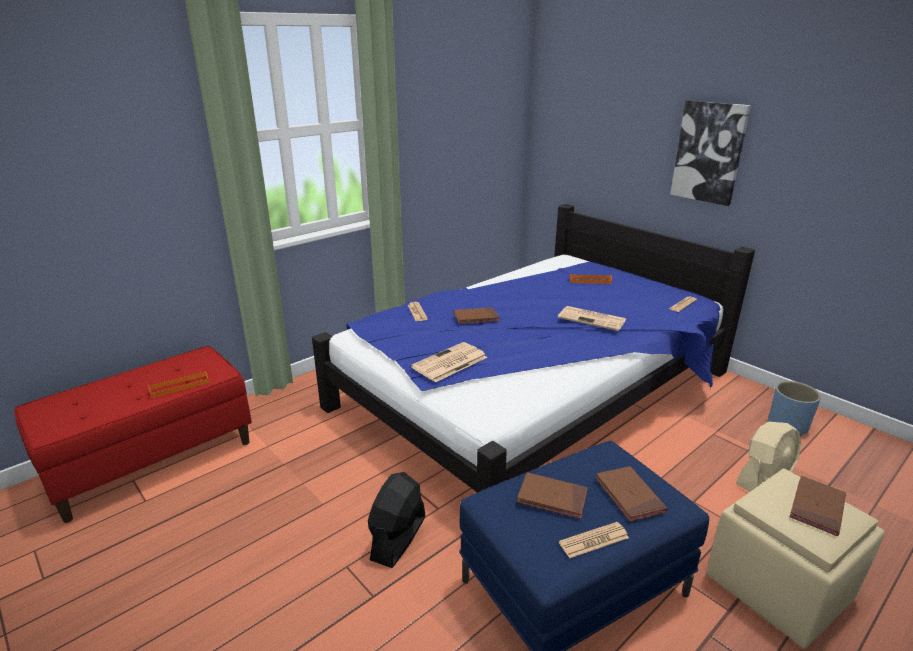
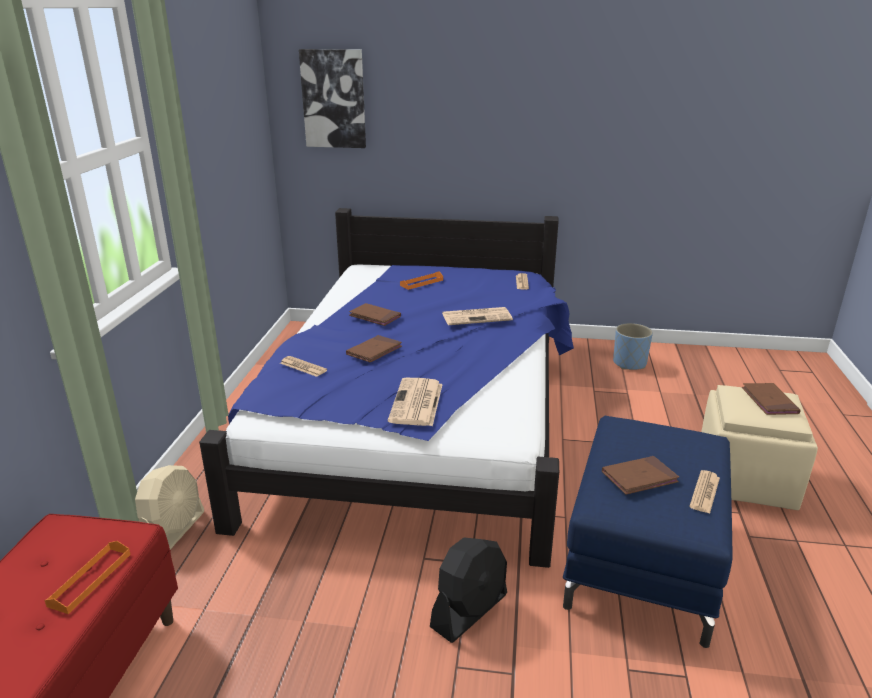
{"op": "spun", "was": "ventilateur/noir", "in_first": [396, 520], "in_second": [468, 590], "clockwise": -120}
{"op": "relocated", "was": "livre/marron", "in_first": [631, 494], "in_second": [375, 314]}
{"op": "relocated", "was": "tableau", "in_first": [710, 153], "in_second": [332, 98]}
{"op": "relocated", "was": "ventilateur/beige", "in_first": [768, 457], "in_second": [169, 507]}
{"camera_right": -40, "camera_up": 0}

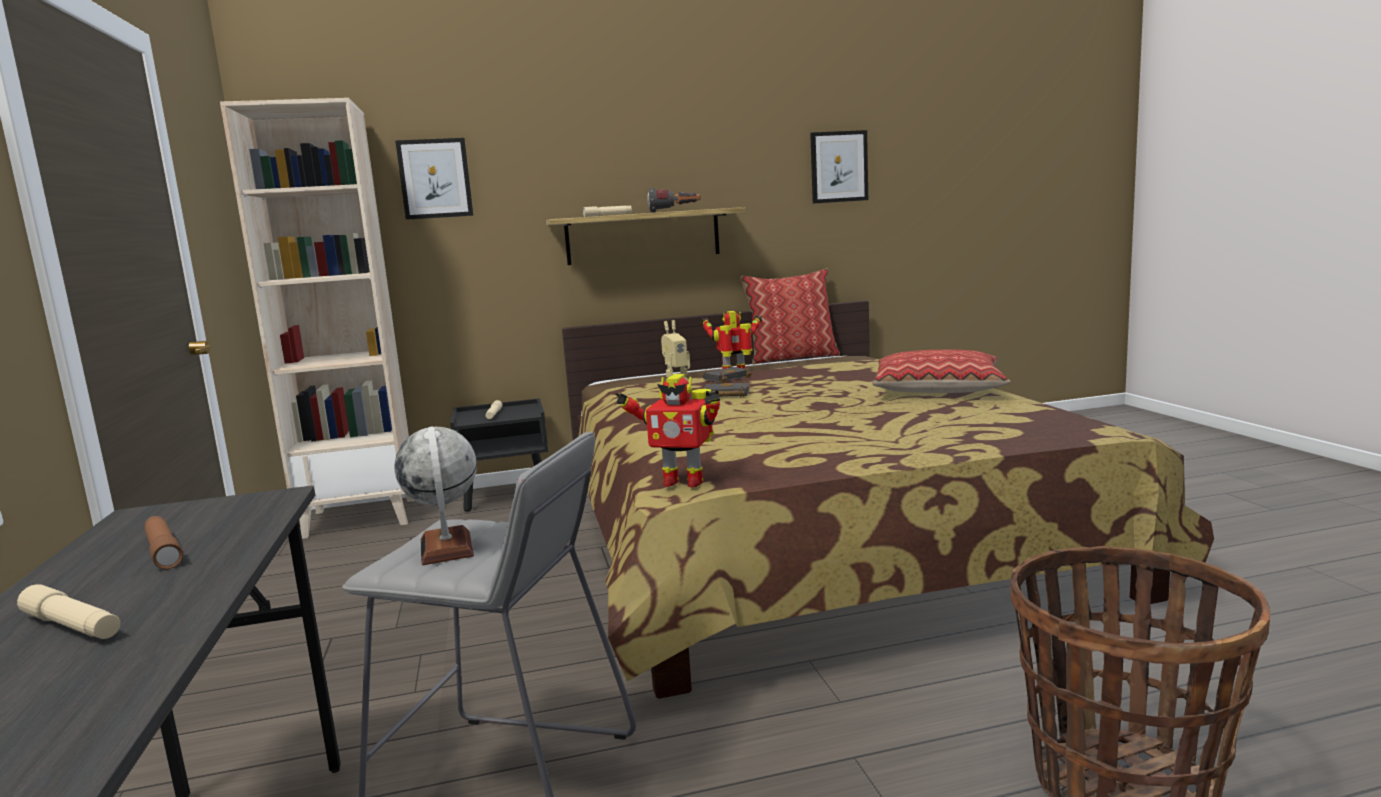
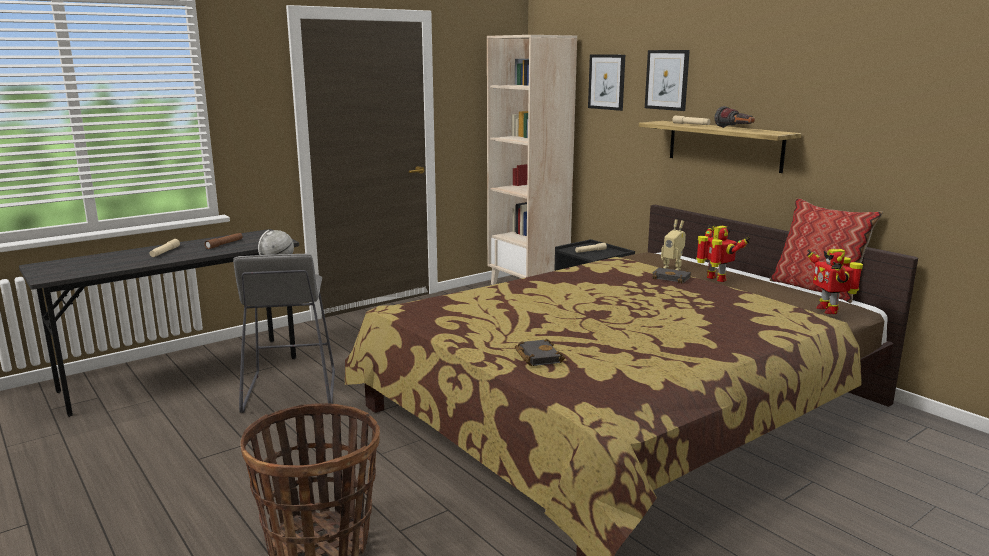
{"op": "relocated", "was": "robot jouet", "in_first": [667, 431], "in_second": [834, 281]}
{"op": "relocated", "was": "livre/noir", "in_first": [727, 388], "in_second": [540, 352]}
{"op": "relocated", "was": "tableau", "in_first": [839, 167], "in_second": [667, 80]}
{"op": "missing", "was": "coussin", "in_first": [941, 371]}
{"camera_right": 65, "camera_up": 5}

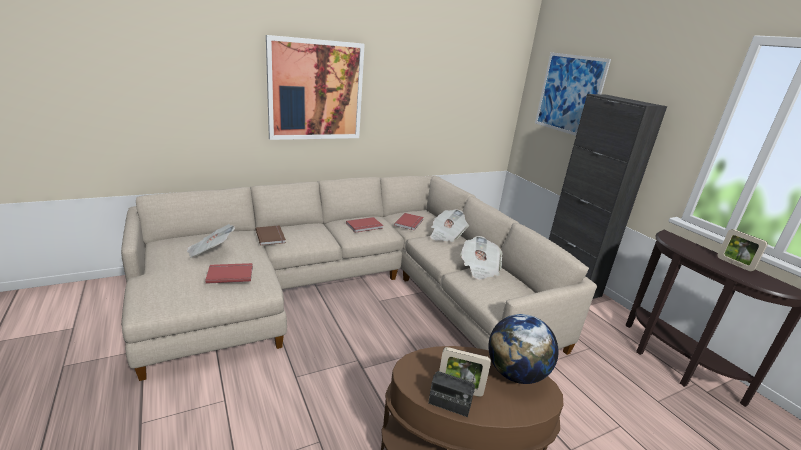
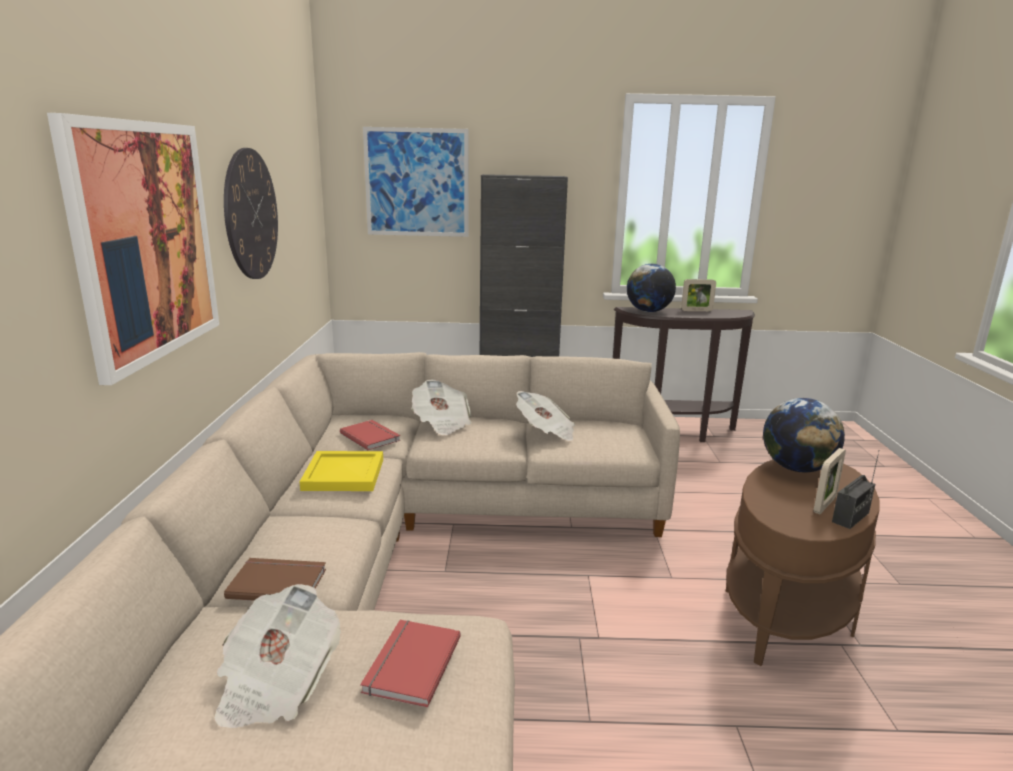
{"op": "exchanged", "was": "livre/rouge", "now": "plateau/jaune", "in_first": [364, 225], "in_second": [341, 471]}
{"op": "appeared", "now": "horloge murale", "in_second": [251, 213]}
{"op": "appeared", "now": "globe", "in_second": [651, 288]}
{"camera_right": -60, "camera_up": -5}

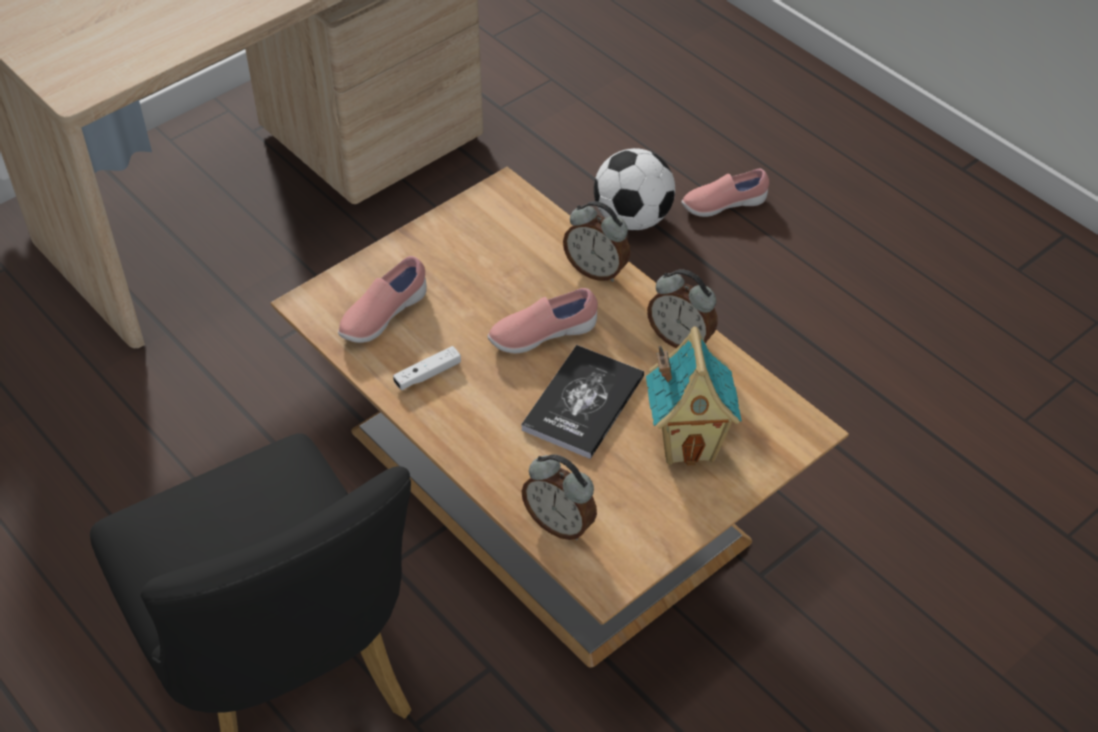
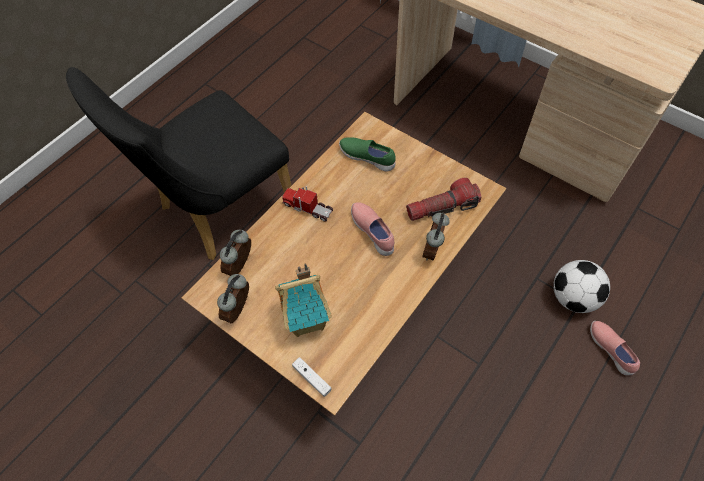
{"op": "colour", "was": "chaussure/rose", "now": "chaussure/vert", "in_first": [382, 299], "in_second": [367, 154]}
{"op": "relocated", "was": "manette/blanc", "in_first": [427, 368], "in_second": [311, 377]}
{"op": "missing", "was": "livre", "in_first": [582, 402]}
{"op": "relocated", "was": "réveil", "in_first": [682, 308], "in_second": [233, 298]}
{"op": "appeared", "now": "camion jouet", "in_second": [307, 203]}
{"op": "appeared", "now": "lampe de poche", "in_second": [443, 199]}
{"camera_right": 80, "camera_up": 10}

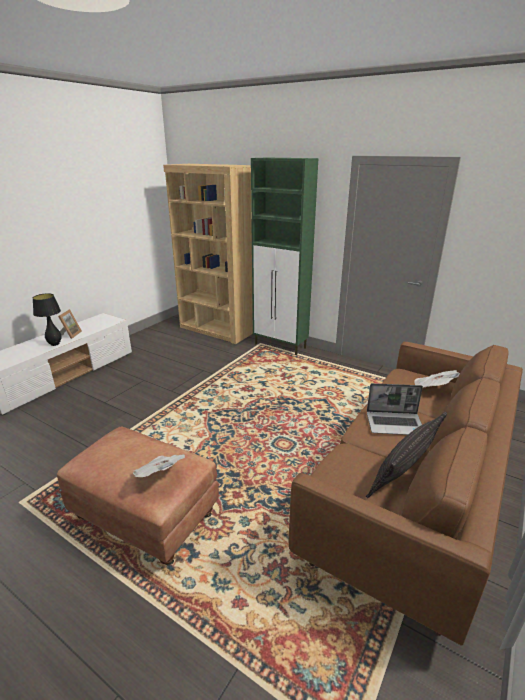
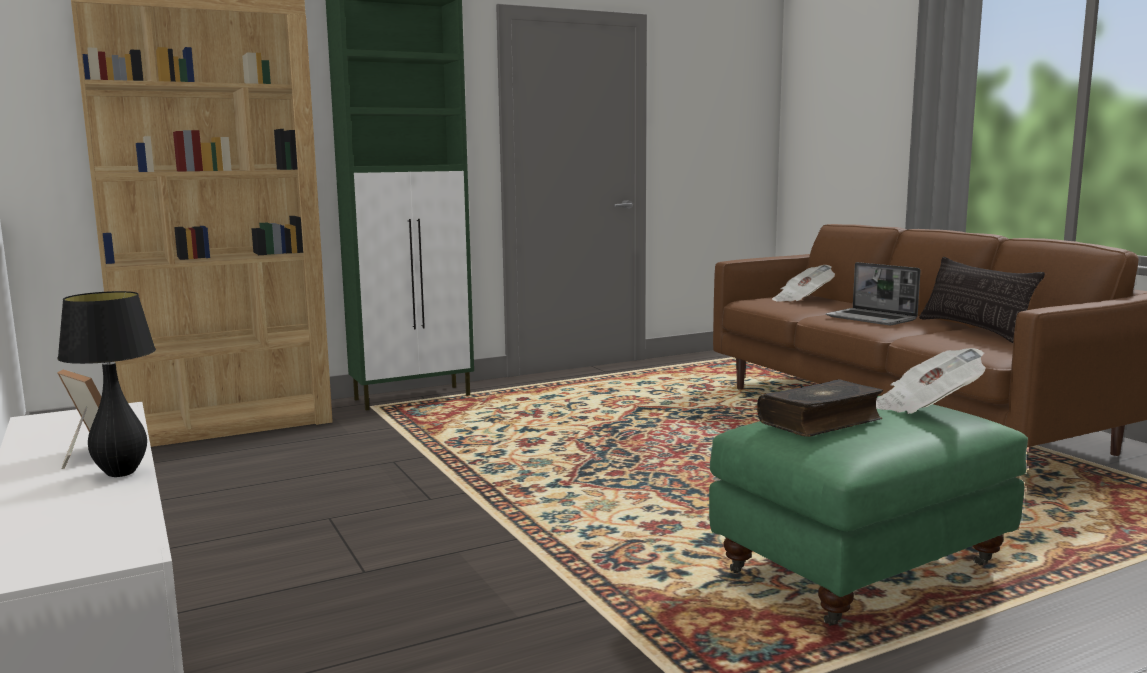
{"op": "colour", "was": "pouf/marron", "now": "pouf/vert", "in_first": [138, 496], "in_second": [868, 511]}
{"op": "spun", "was": "ordinateur portable", "in_first": [395, 409], "in_second": [873, 293], "clockwise": 105}
{"op": "appeared", "now": "livre", "in_second": [820, 408]}
{"camera_right": -60, "camera_up": -15}

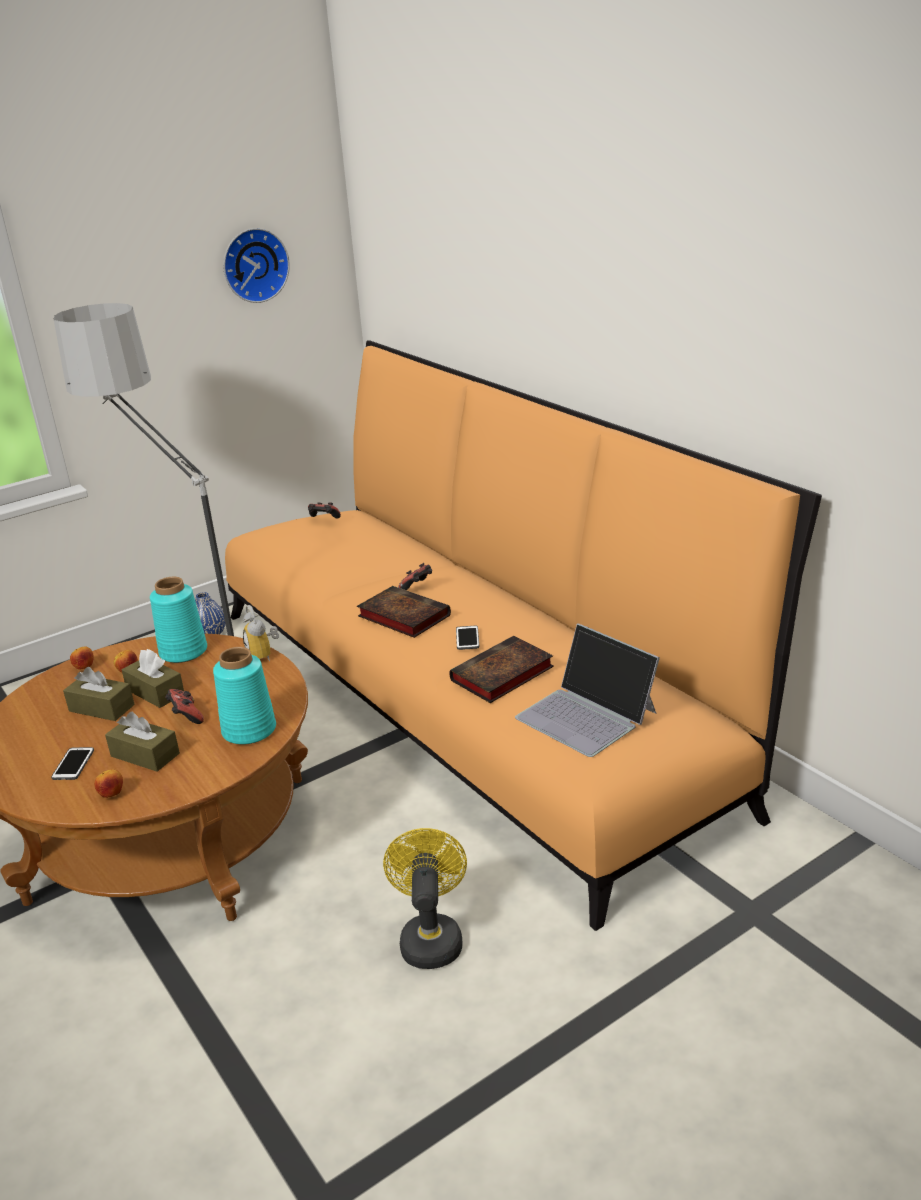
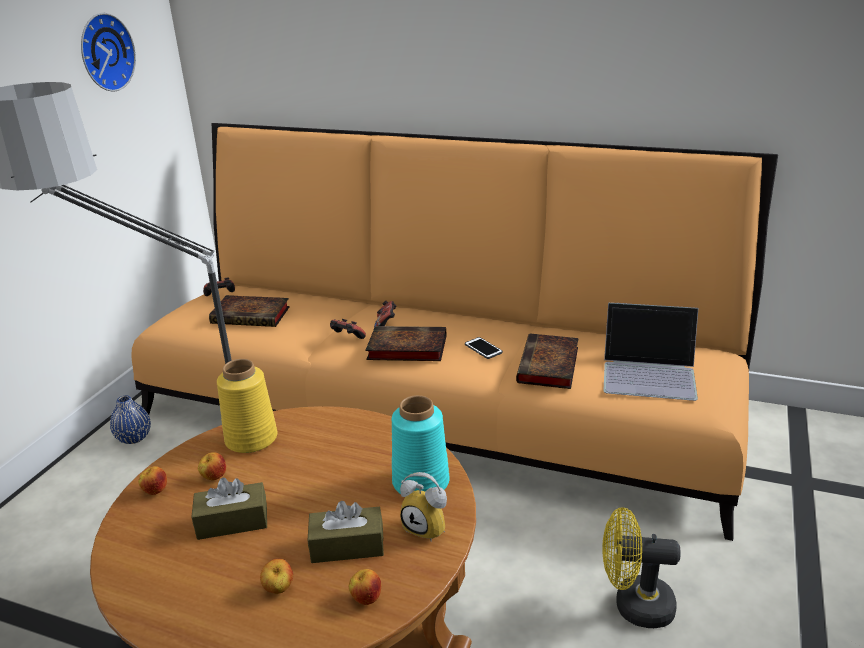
{"op": "exchanged", "was": "téléphone", "now": "pomme", "in_first": [72, 763], "in_second": [276, 576]}
{"op": "missing", "was": "boîte à mouchoirs/marron", "in_first": [153, 678]}
{"op": "colour", "was": "vase/turquoise", "now": "vase/jaune", "in_first": [178, 620], "in_second": [247, 406]}
{"op": "relocated", "was": "manette", "in_first": [184, 706], "in_second": [348, 329]}
{"op": "relocated", "was": "réveil", "in_first": [261, 633], "in_second": [423, 507]}
{"op": "spun", "was": "ventilateur/jaune", "in_first": [425, 898], "in_second": [641, 567], "clockwise": -45}
{"op": "appeared", "now": "livre", "in_second": [249, 311]}
{"camera_right": -35, "camera_up": 0}

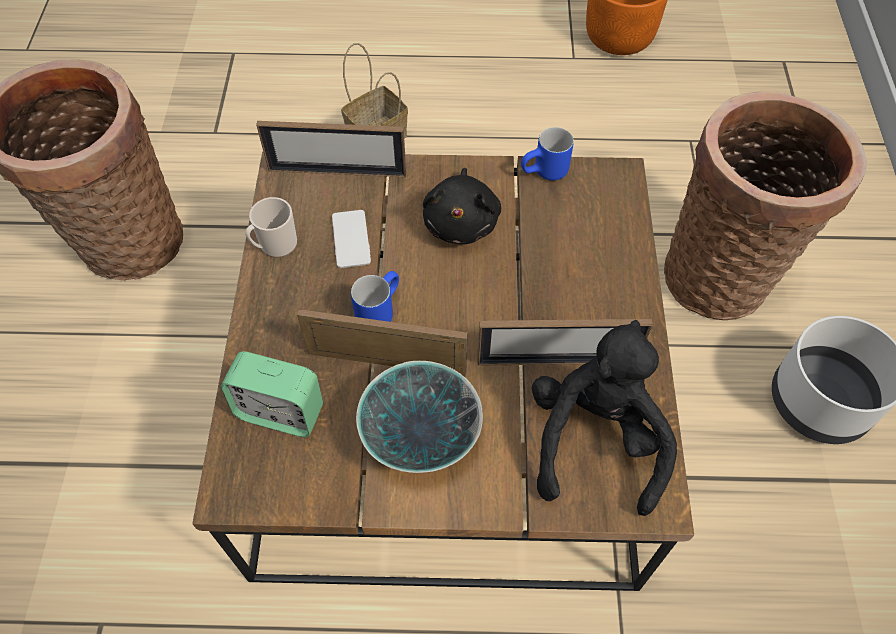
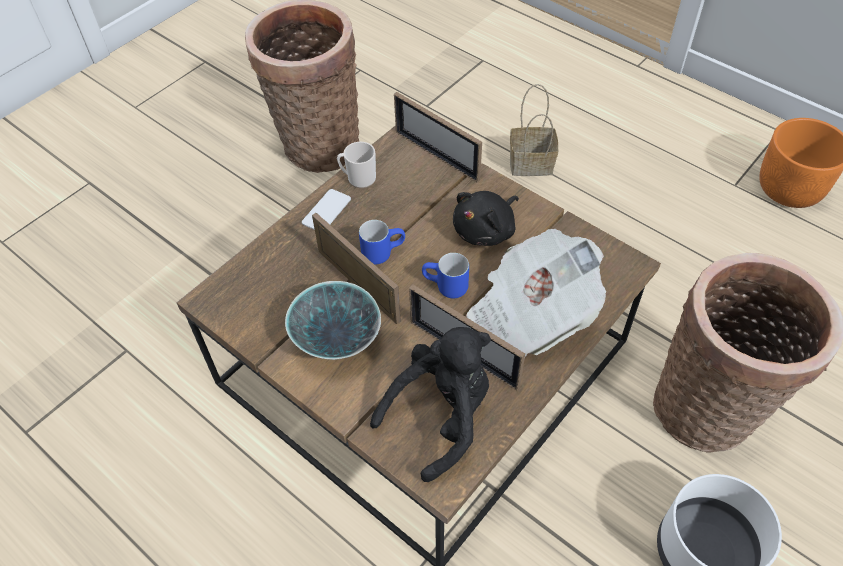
{"op": "missing", "was": "réveil", "in_first": [272, 394]}
{"op": "relocated", "was": "téléphone", "in_first": [351, 239], "in_second": [326, 209]}
{"op": "relocated", "was": "mug/bleu", "in_first": [547, 153], "in_second": [445, 276]}
{"op": "appeared", "now": "journal", "in_second": [536, 293]}
{"camera_right": 40, "camera_up": -5}

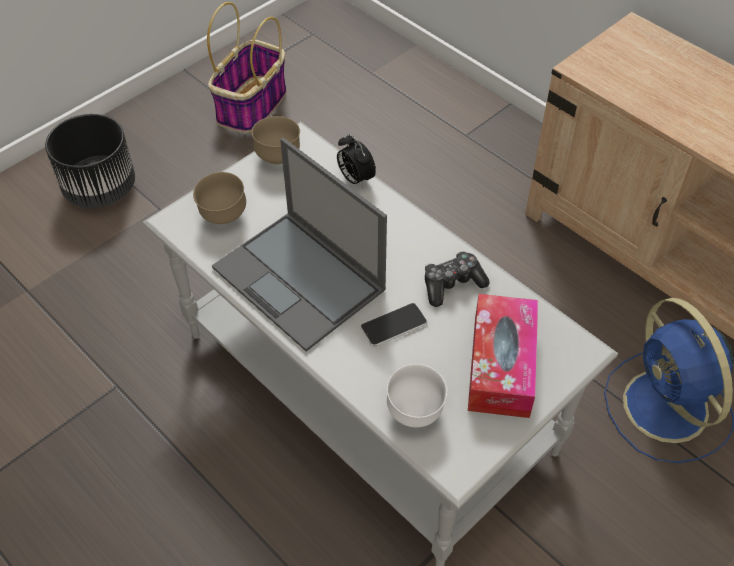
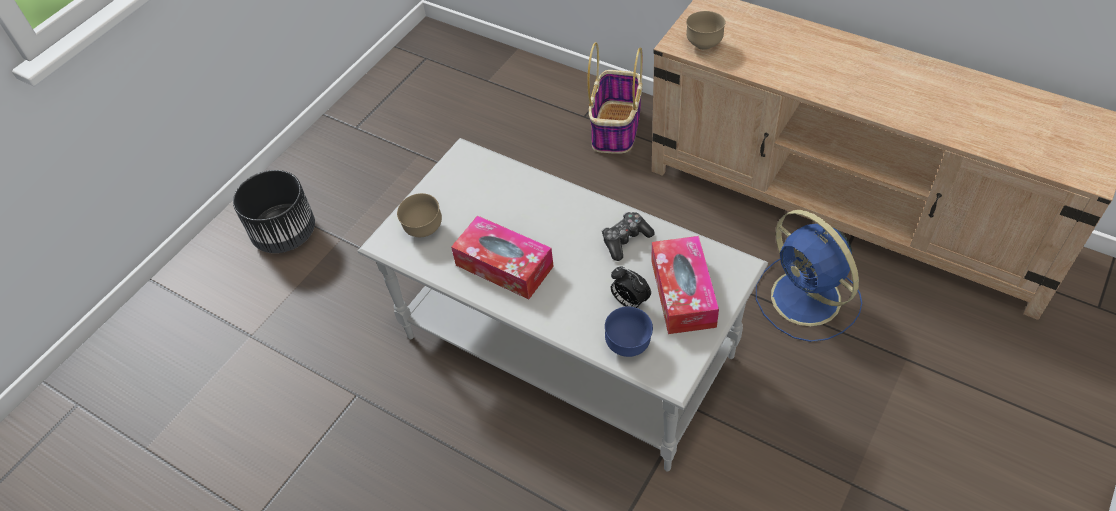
{"op": "relocated", "was": "panier", "in_first": [247, 67], "in_second": [615, 98]}
{"op": "exchanged", "was": "ordinateur portable", "now": "boîte à mouchoirs", "in_first": [299, 245], "in_second": [502, 257]}
{"op": "relocated", "was": "bol/marron", "in_first": [276, 140], "in_second": [706, 30]}
{"op": "relocated", "was": "réveil", "in_first": [356, 161], "in_second": [631, 288]}
{"op": "missing", "was": "téléphone", "in_first": [393, 325]}
{"op": "colour", "was": "bol/blanc", "now": "bol/bleu", "in_first": [417, 395], "in_second": [629, 331]}
{"camera_right": -10, "camera_up": 0}

